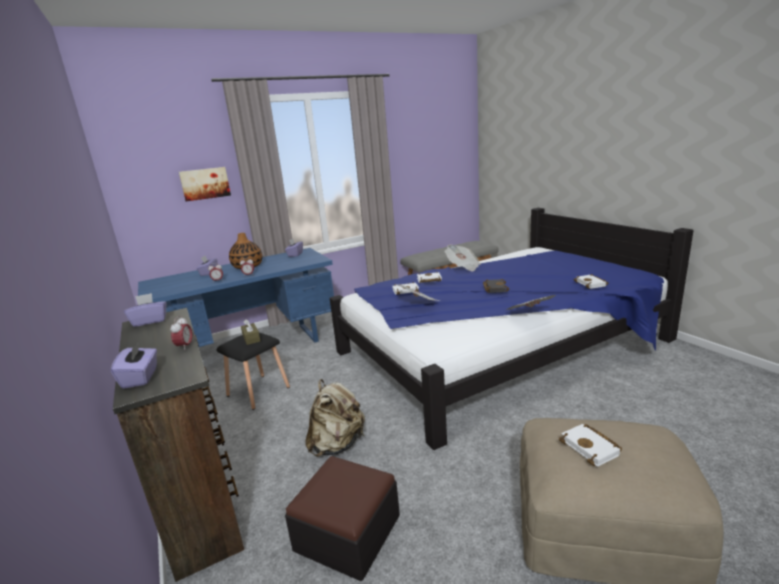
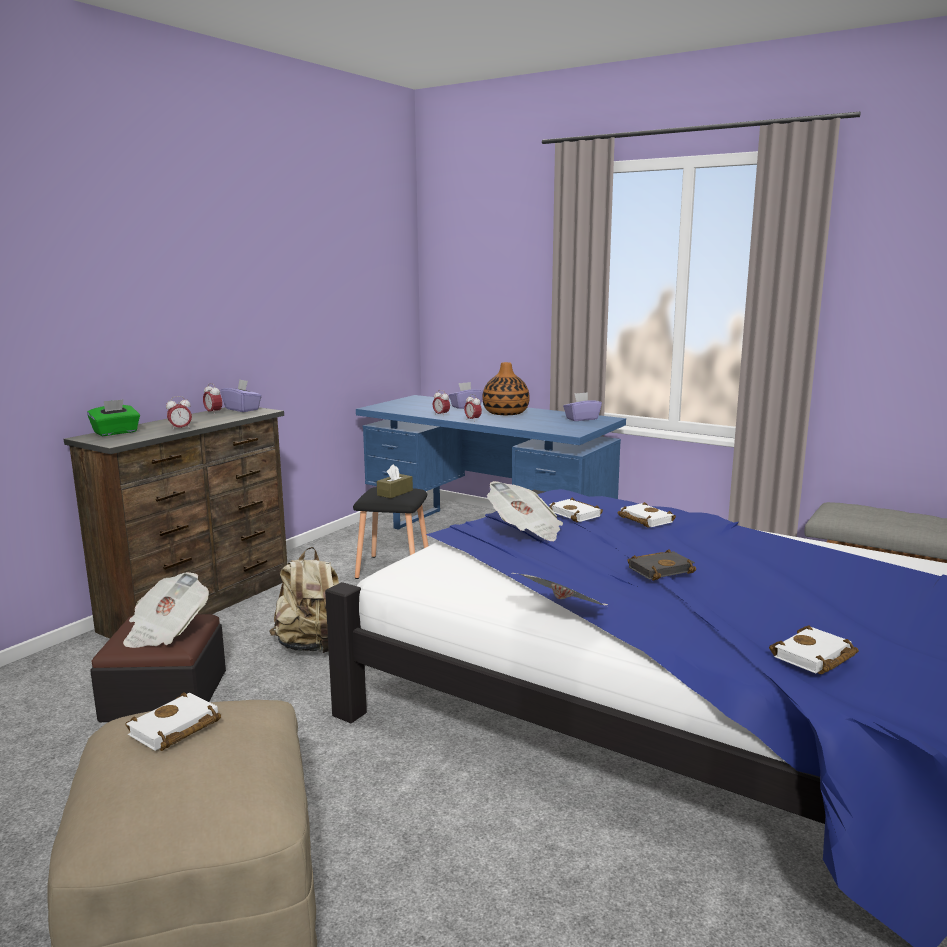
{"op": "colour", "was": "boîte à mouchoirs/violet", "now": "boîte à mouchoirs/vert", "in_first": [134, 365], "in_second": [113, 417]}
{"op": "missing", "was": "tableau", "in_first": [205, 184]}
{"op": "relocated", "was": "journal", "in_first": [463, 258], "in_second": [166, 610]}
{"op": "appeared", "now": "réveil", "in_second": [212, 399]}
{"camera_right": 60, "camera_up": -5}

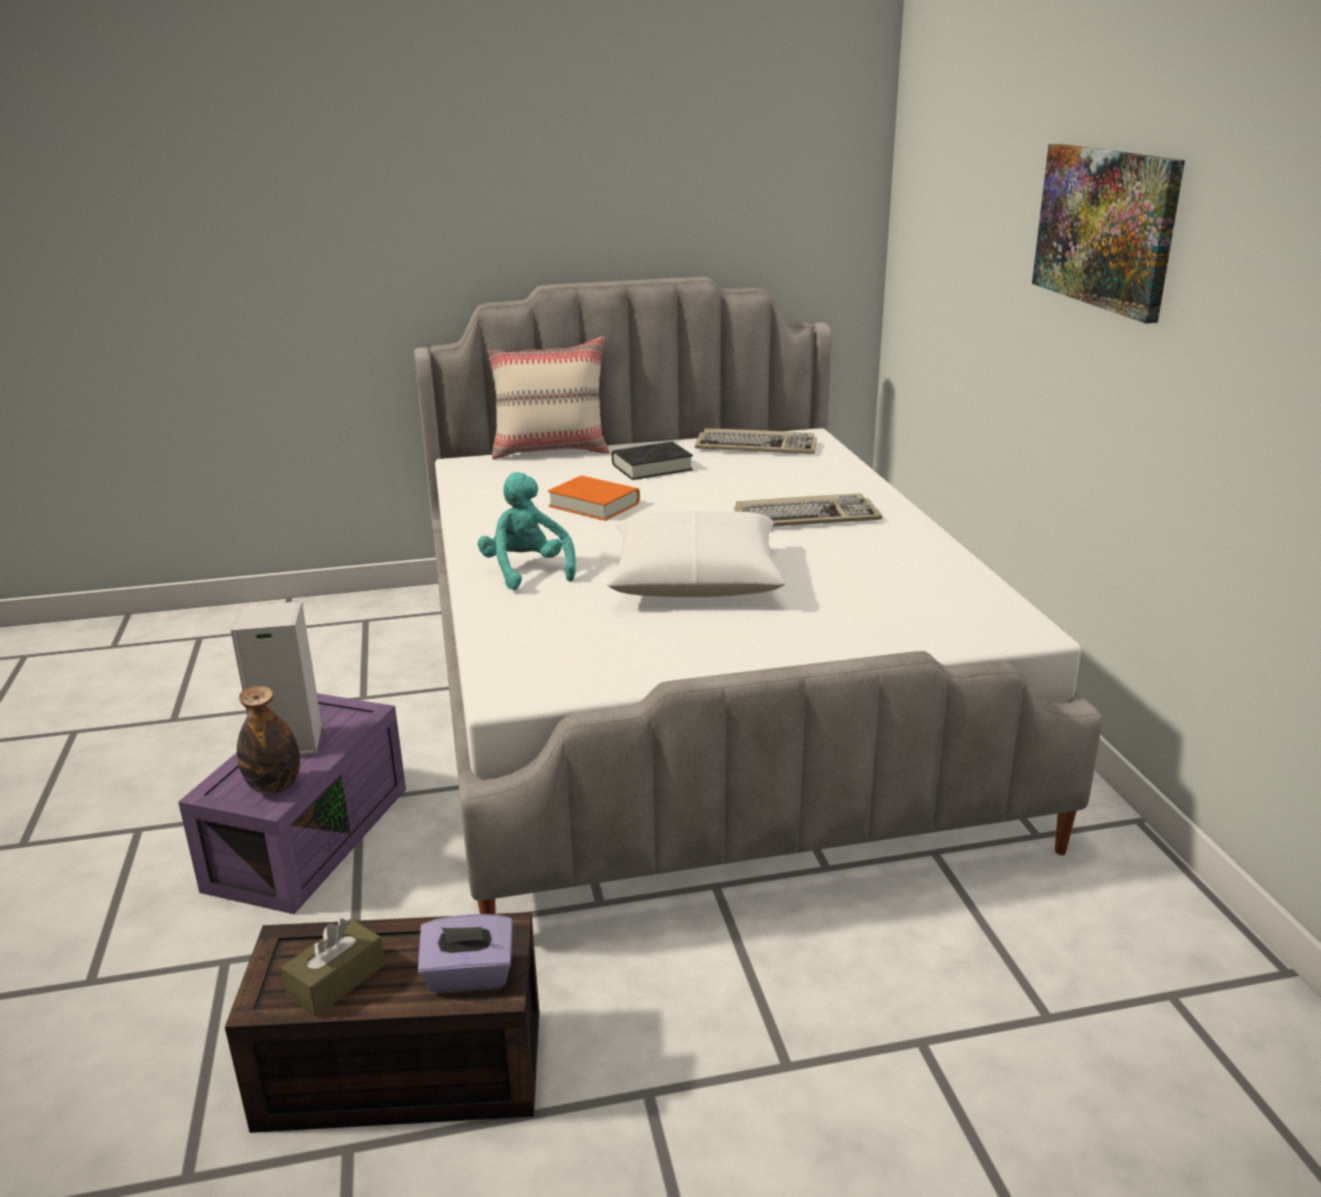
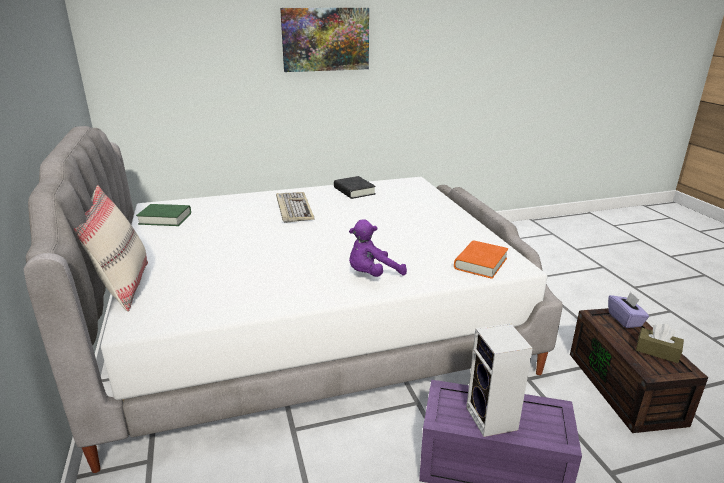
{"op": "missing", "was": "bouteille", "in_first": [268, 740]}
{"op": "colour", "was": "peluche/turquoise", "now": "peluche/violet", "in_first": [527, 531], "in_second": [378, 248]}
{"op": "relocated", "was": "livre/orange", "in_first": [594, 498], "in_second": [481, 259]}
{"op": "missing", "was": "coussin/blanc", "in_first": [696, 553]}
{"op": "relocated", "was": "livre/noir", "in_first": [652, 460], "in_second": [355, 187]}
{"op": "exchanged", "was": "clavier", "now": "livre/vert", "in_first": [756, 441], "in_second": [163, 215]}
{"camera_right": -95, "camera_up": 0}

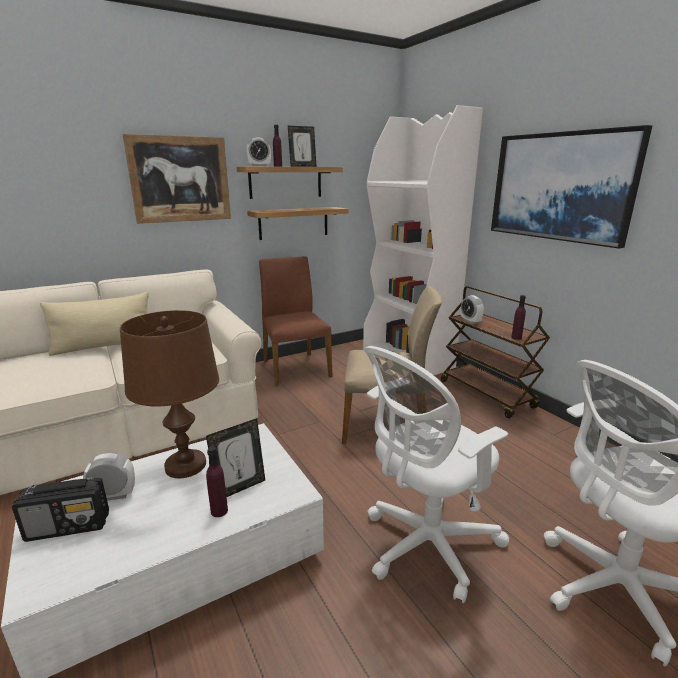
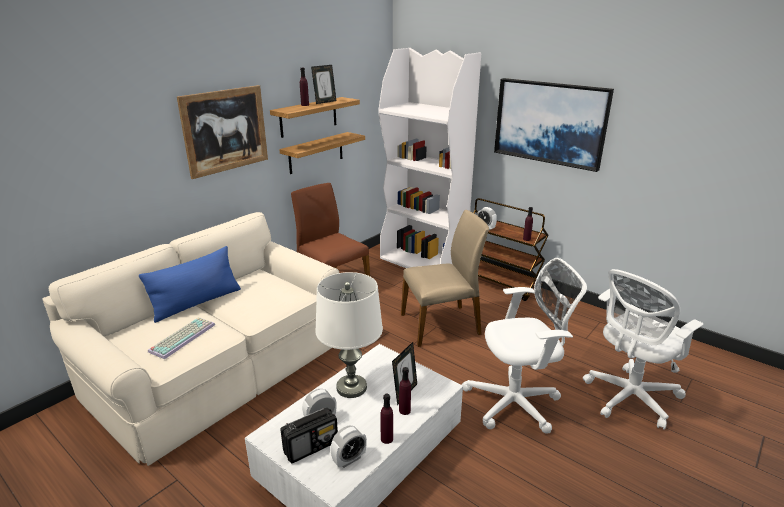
{"op": "colour", "was": "coussin/beige", "now": "coussin/bleu", "in_first": [94, 324], "in_second": [190, 284]}
{"op": "colour", "was": "lampe de table/marron", "now": "lampe de table/blanc", "in_first": [169, 394], "in_second": [349, 335]}
{"op": "relocated", "was": "réveil", "in_first": [258, 152], "in_second": [348, 447]}
{"op": "spun", "was": "chaise de bureau/blanc", "in_first": [436, 475], "in_second": [524, 346], "clockwise": -135}
{"op": "appeared", "now": "clavier", "in_second": [181, 338]}
{"op": "appeared", "now": "bouteille/violet", "in_second": [386, 418]}
{"camera_right": -20, "camera_up": 5}

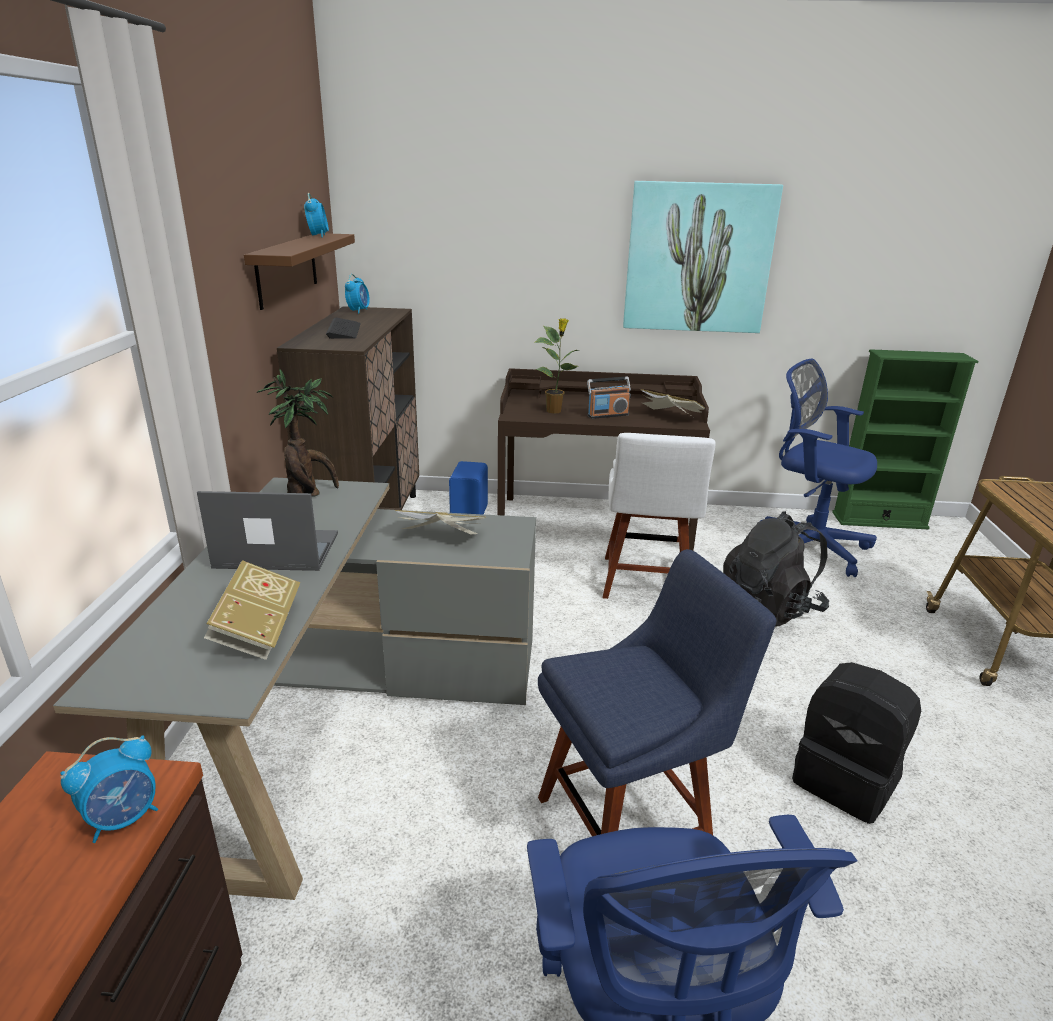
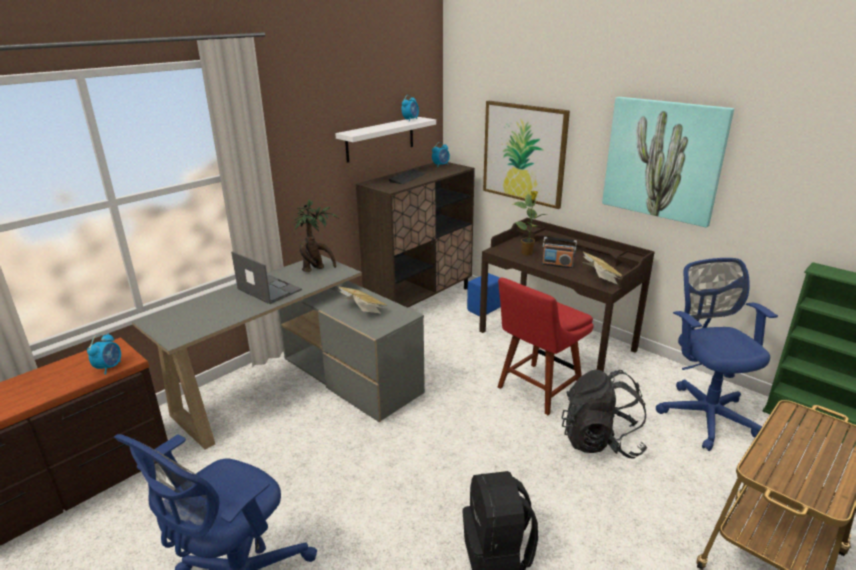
{"op": "spun", "was": "réveil", "in_first": [109, 789], "in_second": [104, 354], "clockwise": -75}
{"op": "missing", "was": "livre", "in_first": [252, 610]}
{"op": "colour", "was": "étagère/marron", "now": "étagère/blanc", "in_first": [299, 271], "in_second": [385, 140]}
{"op": "missing", "was": "chaise/bleu", "in_first": [657, 692]}
{"op": "colour", "was": "chaise/blanc", "now": "chaise/rouge", "in_first": [659, 516], "in_second": [545, 346]}
{"op": "appeared", "now": "tableau", "in_second": [526, 155]}
{"camera_right": 40, "camera_up": 0}

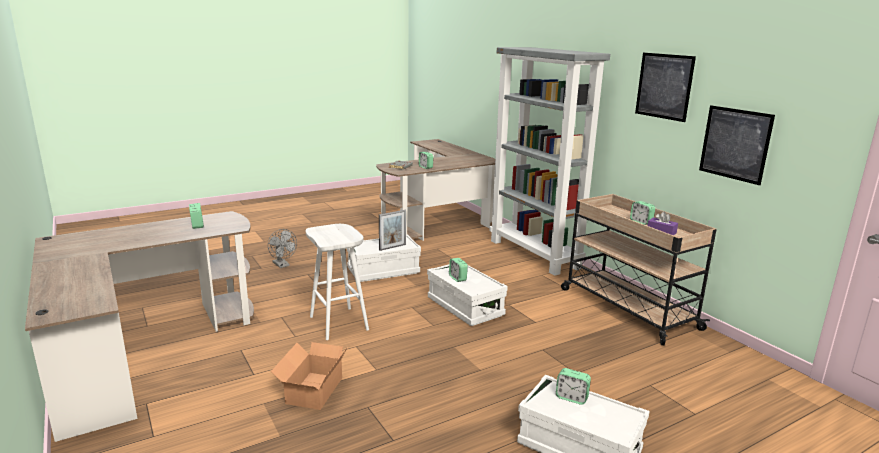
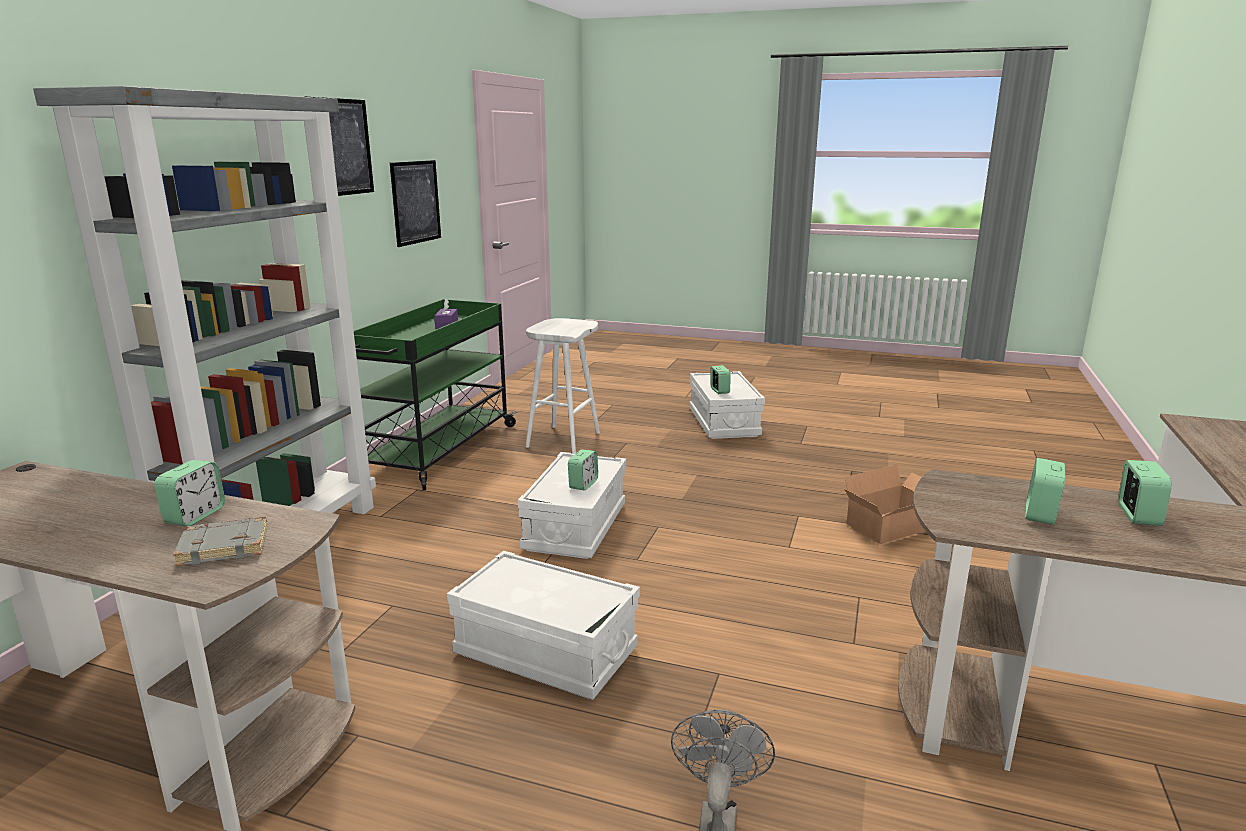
{"op": "relocated", "was": "tabouret/blanc", "in_first": [337, 282], "in_second": [563, 386]}
{"op": "missing", "was": "cadre photo", "in_first": [392, 230]}
{"op": "colour", "was": "chariot/beige", "now": "chariot/vert", "in_first": [639, 269], "in_second": [435, 394]}
{"op": "relocated", "was": "réveil", "in_first": [642, 213], "in_second": [1145, 493]}
{"camera_right": -130, "camera_up": 0}

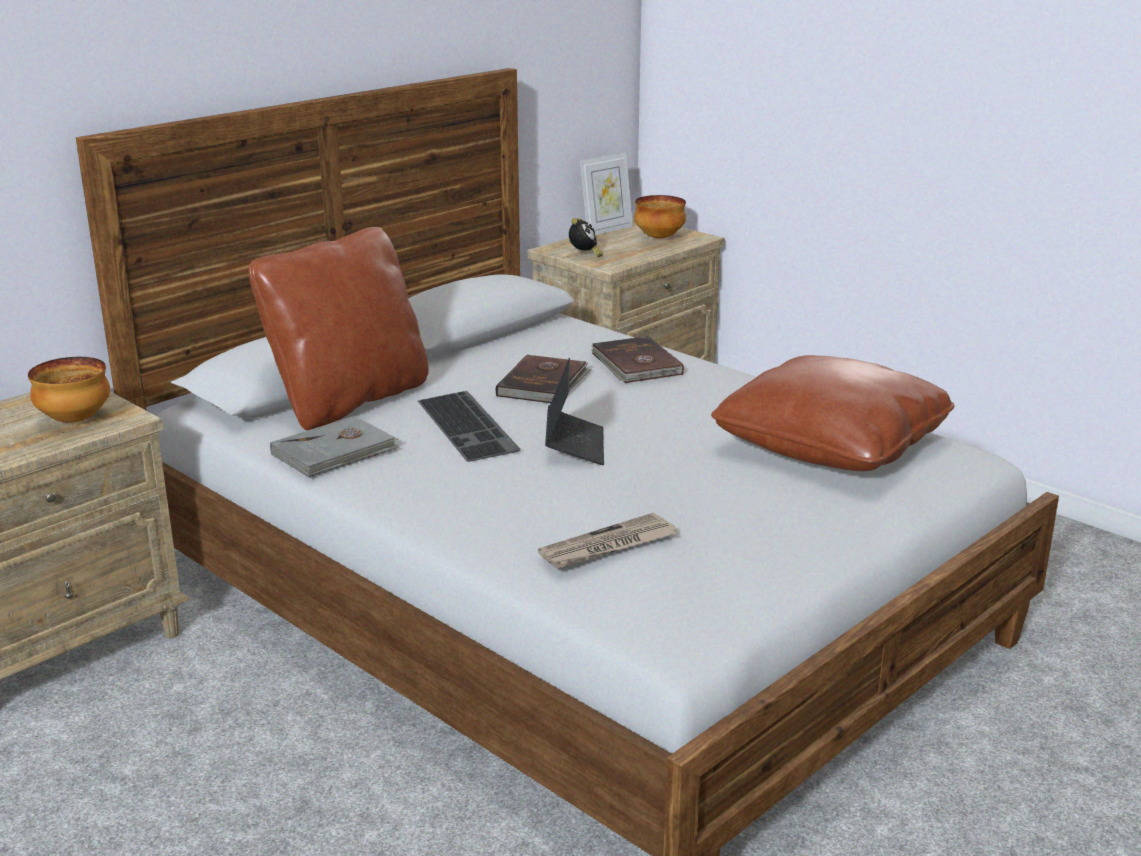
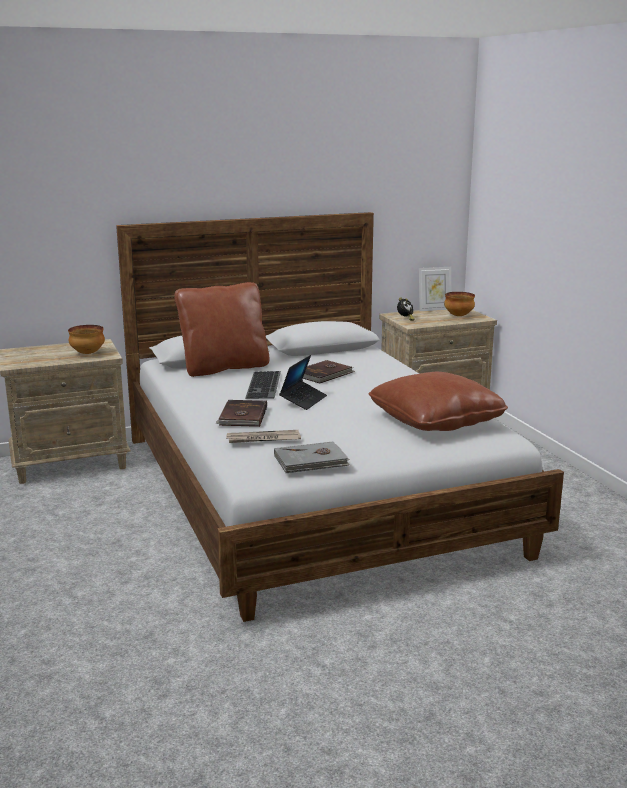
{"op": "relocated", "was": "livre/gris", "in_first": [335, 447], "in_second": [312, 457]}
{"op": "relocated", "was": "livre/marron", "in_first": [637, 359], "in_second": [241, 413]}
{"camera_right": 25, "camera_up": -5}

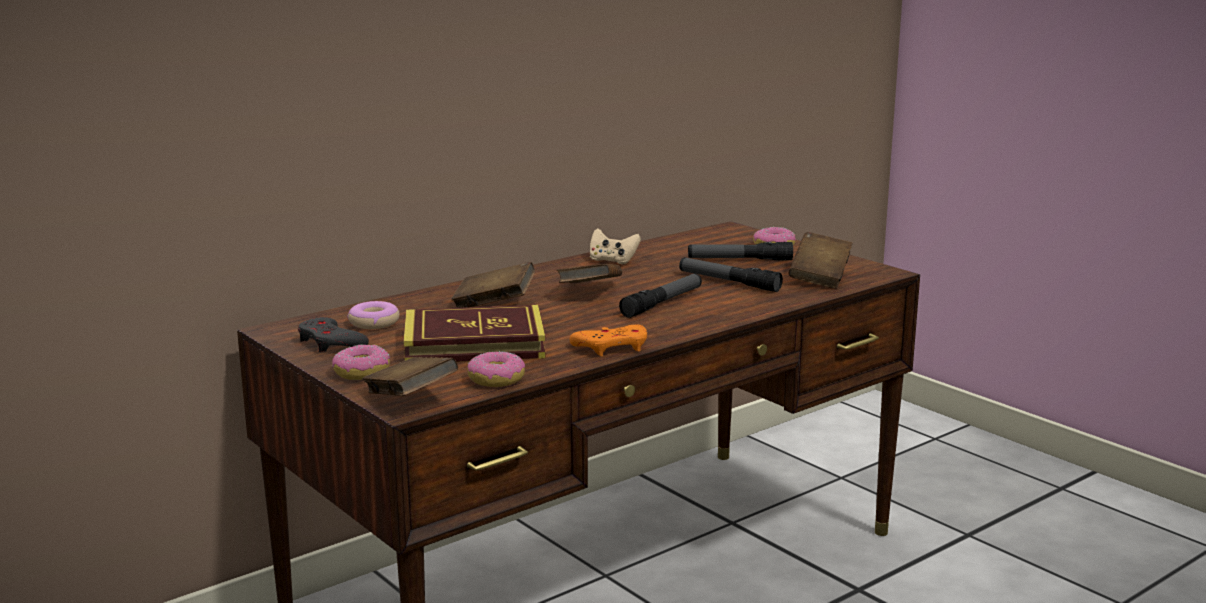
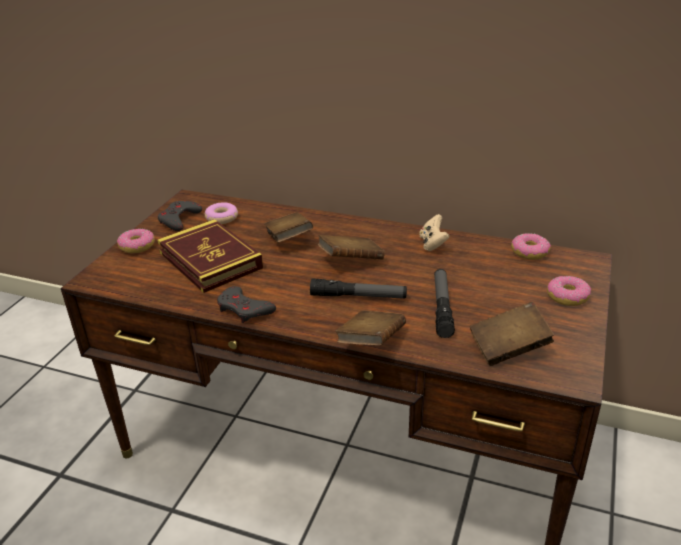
{"op": "relocated", "was": "livre/marron", "in_first": [410, 376], "in_second": [370, 328]}
{"op": "relocated", "was": "beignet", "in_first": [496, 369], "in_second": [531, 246]}
{"op": "colour", "was": "manette/orange", "now": "manette/gris", "in_first": [608, 340], "in_second": [246, 304]}
{"op": "missing", "was": "lampe de poche", "in_first": [740, 251]}
{"camera_right": 60, "camera_up": 15}

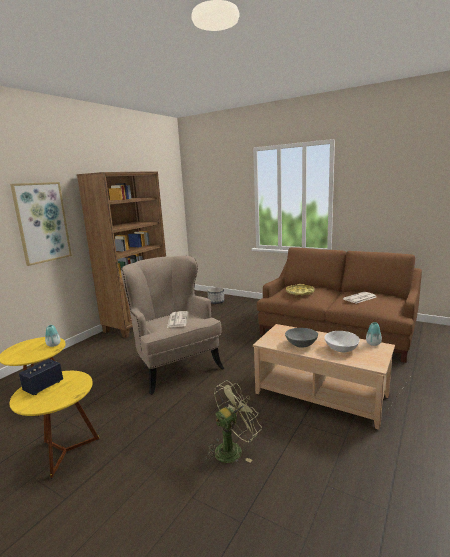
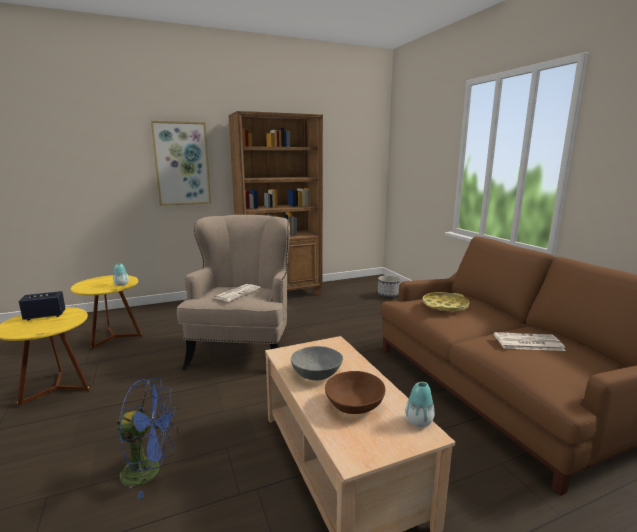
{"op": "colour", "was": "ventilateur/vert", "now": "ventilateur/bleu", "in_first": [234, 421], "in_second": [146, 438]}
{"op": "colour", "was": "bol/blanc", "now": "bol/marron", "in_first": [342, 341], "in_second": [355, 392]}
{"camera_right": 35, "camera_up": 0}

